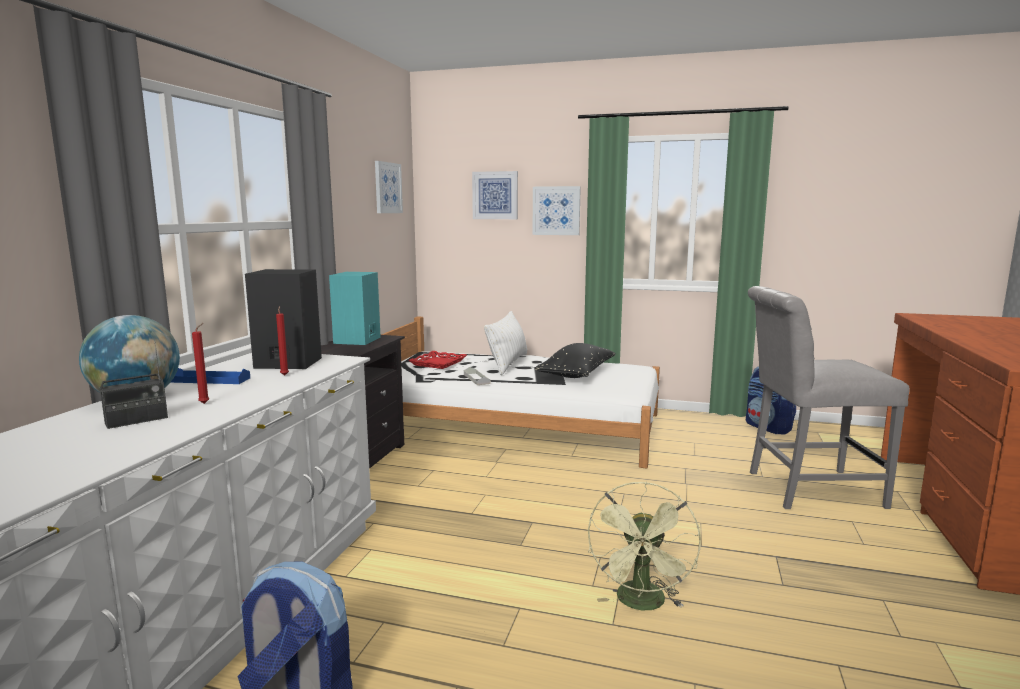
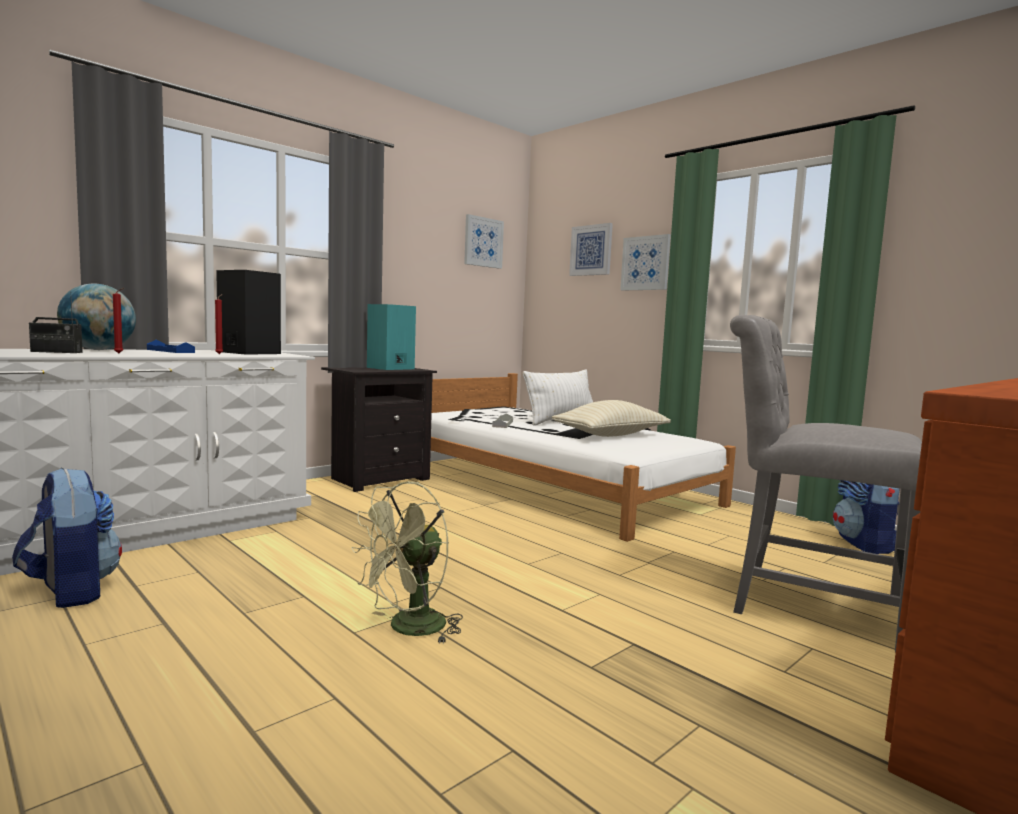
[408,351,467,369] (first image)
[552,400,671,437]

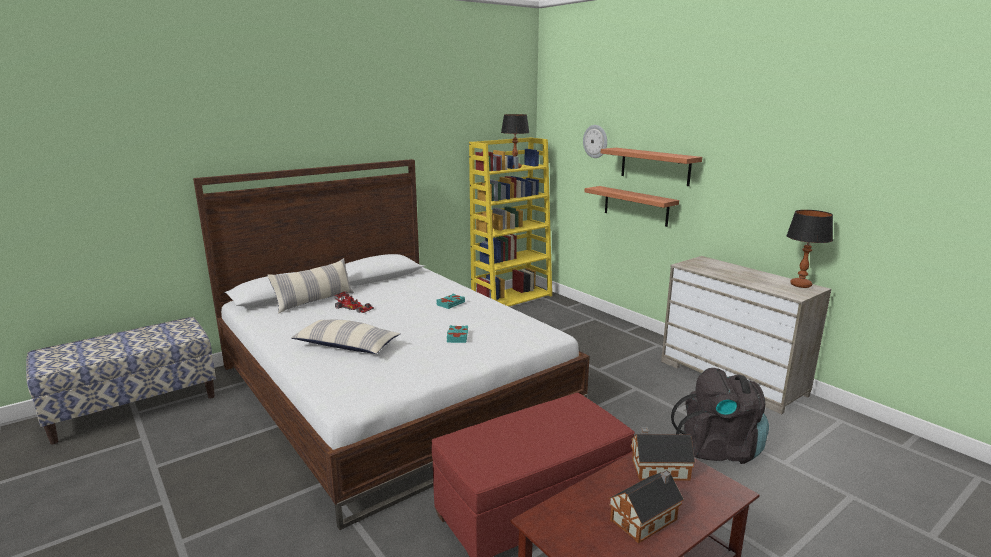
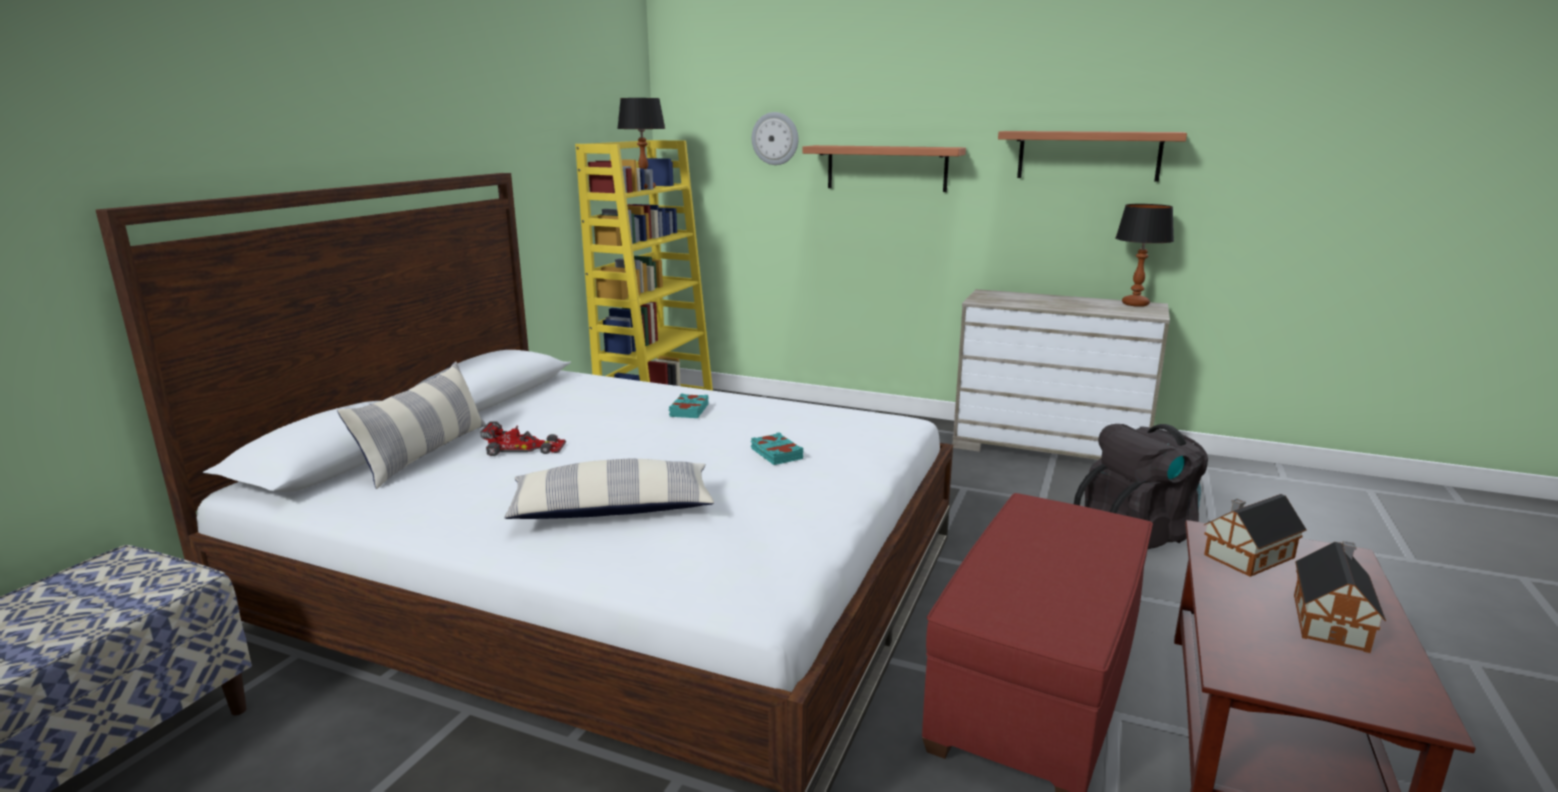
[998,131,1187,182]

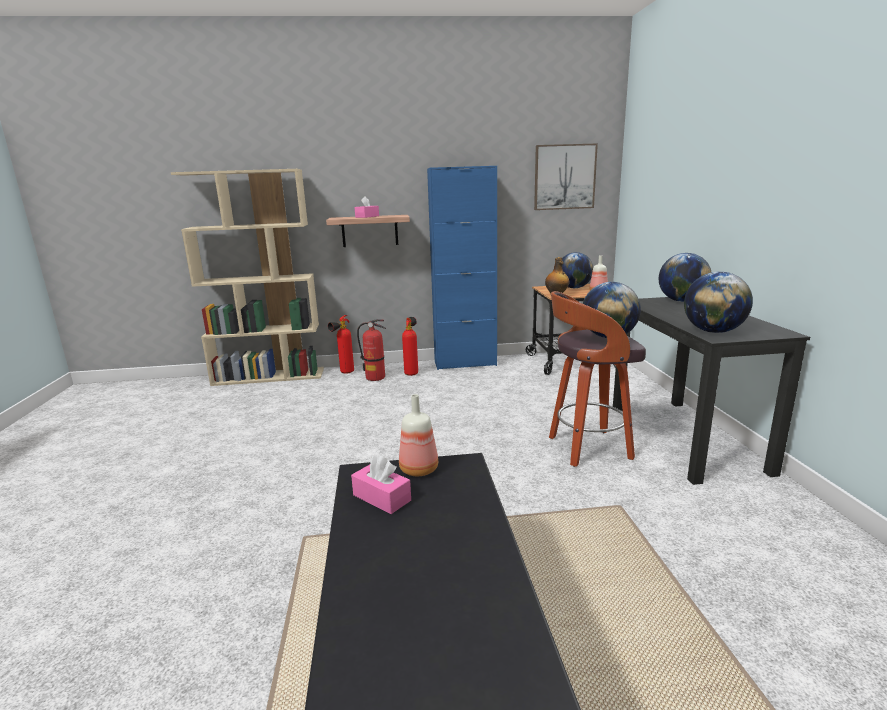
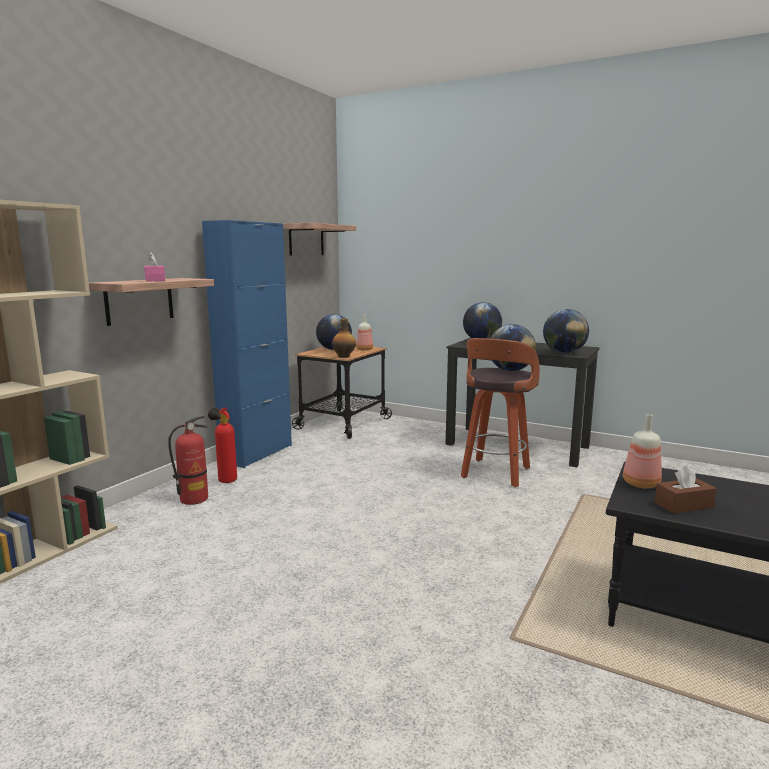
[328,315,354,374] (first image)
[655,465,717,514]
[282,223,356,256]

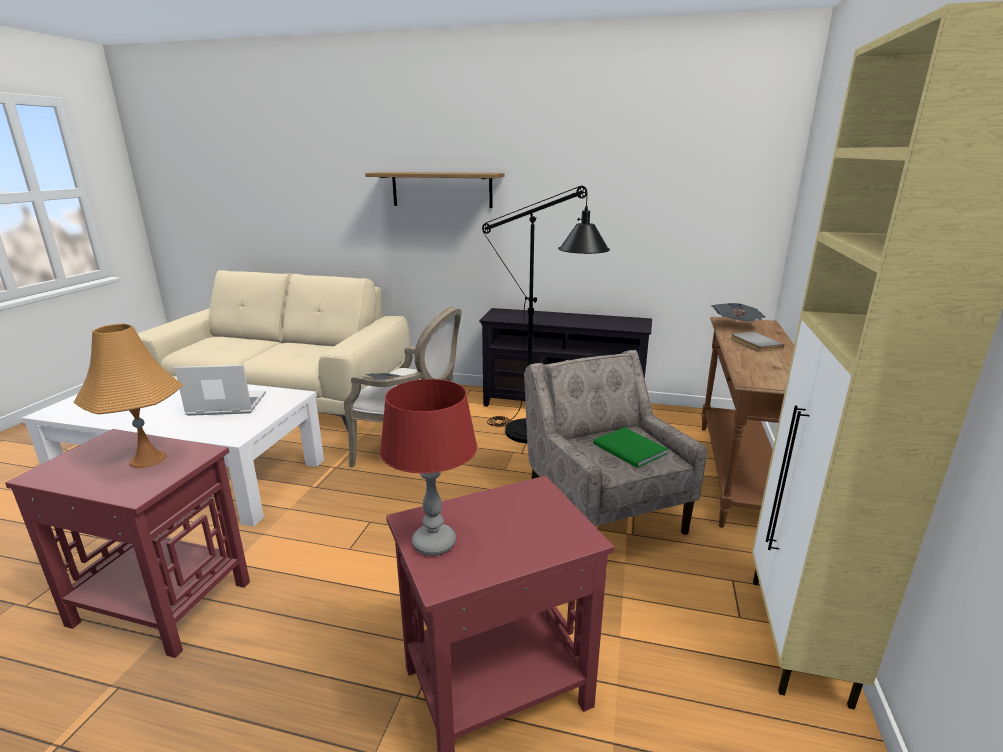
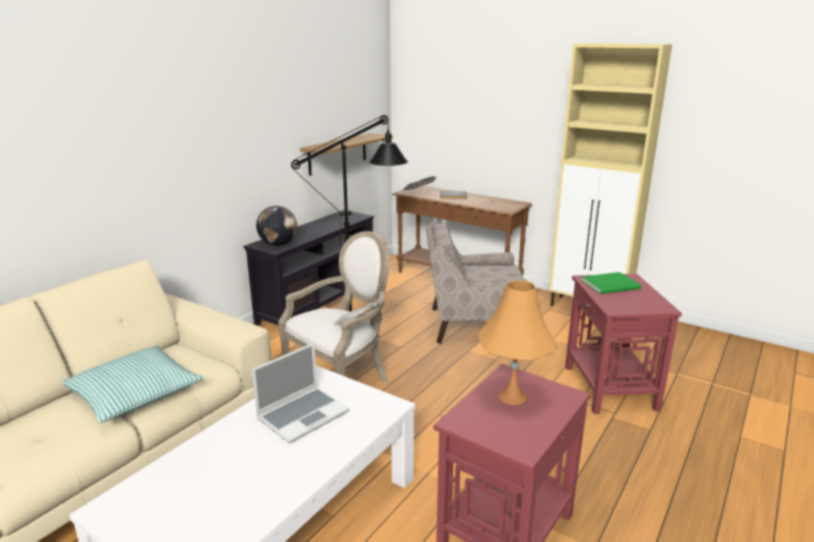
[252,343,349,443]
[300,133,393,175]
[380,379,477,556] (first image)
[582,272,641,294]
[61,346,204,423]
[256,206,297,246]

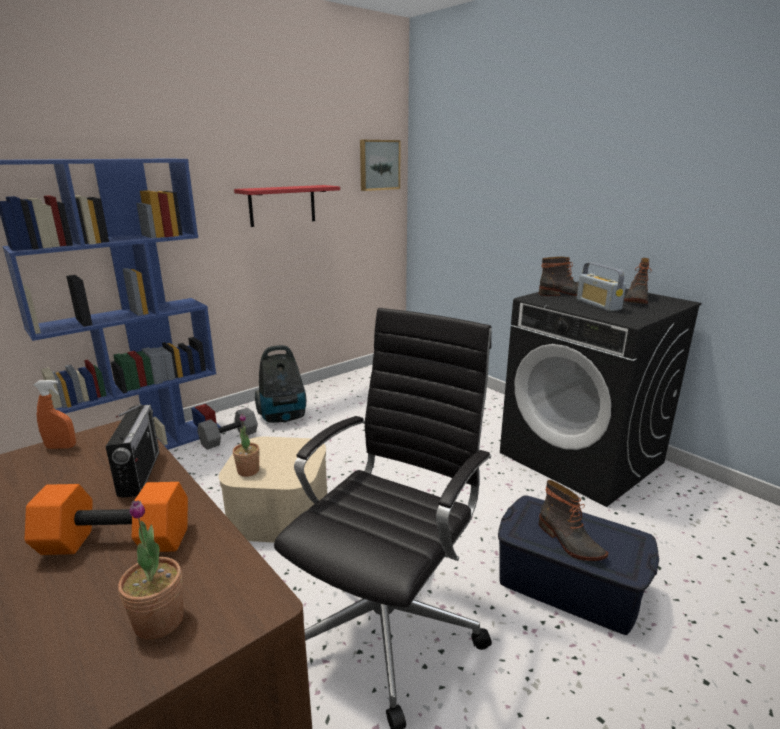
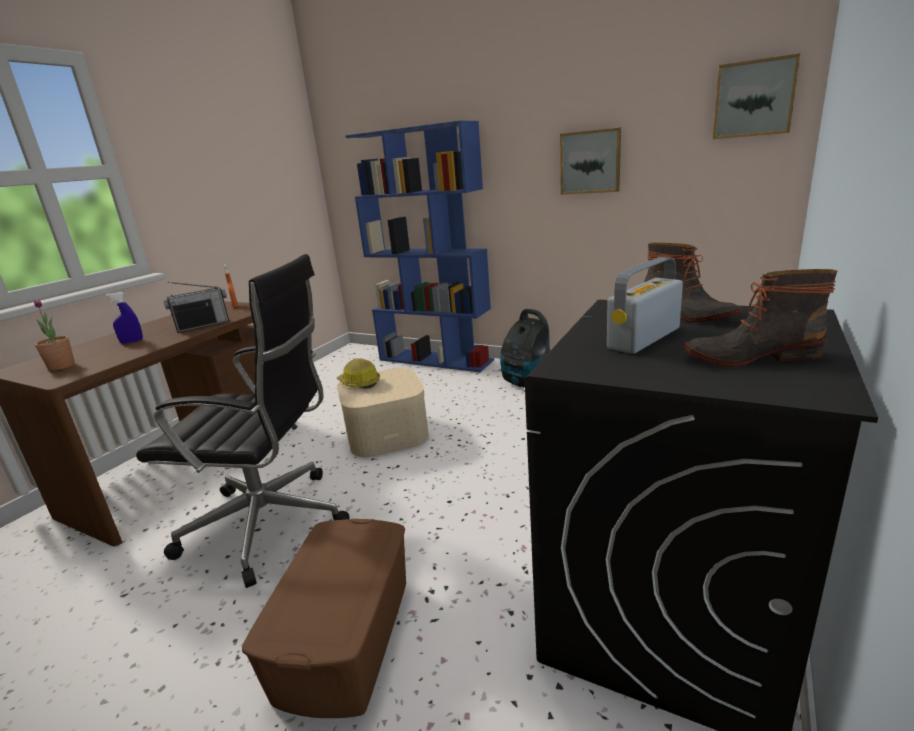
[106,292,143,344]
[197,408,258,450] (first image)
[337,358,380,389]
[560,128,621,195]
[242,519,406,718]
[539,480,608,561] (first image)

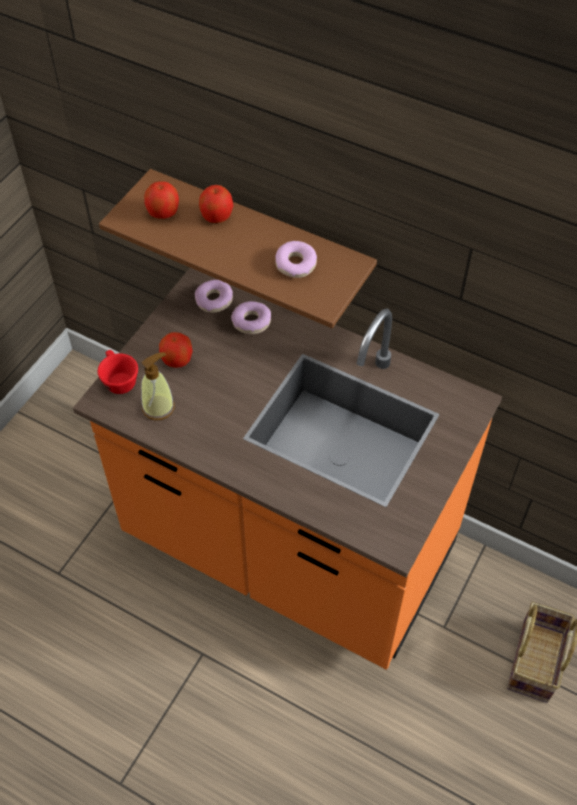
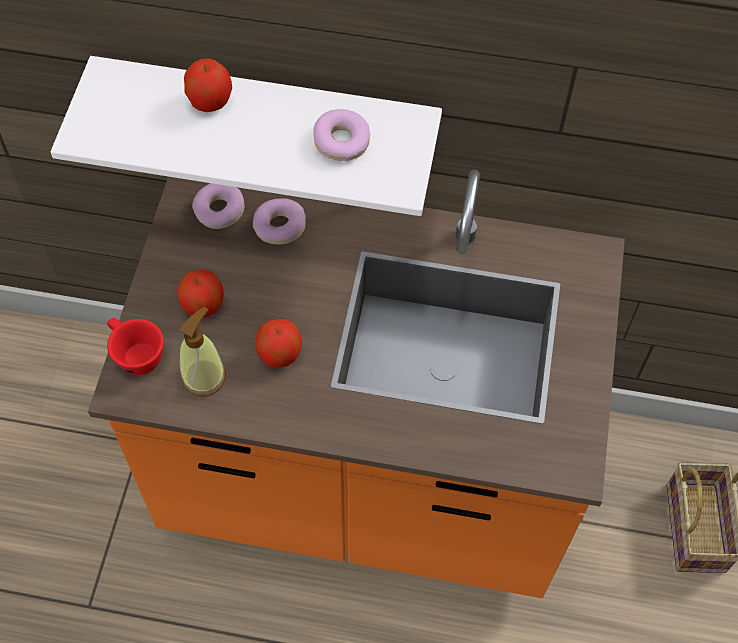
[51,56,442,216]
[255,319,302,368]

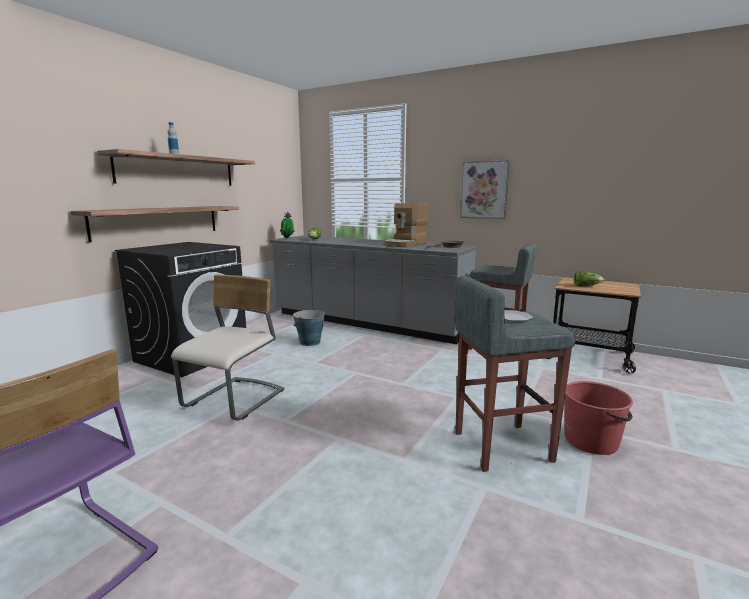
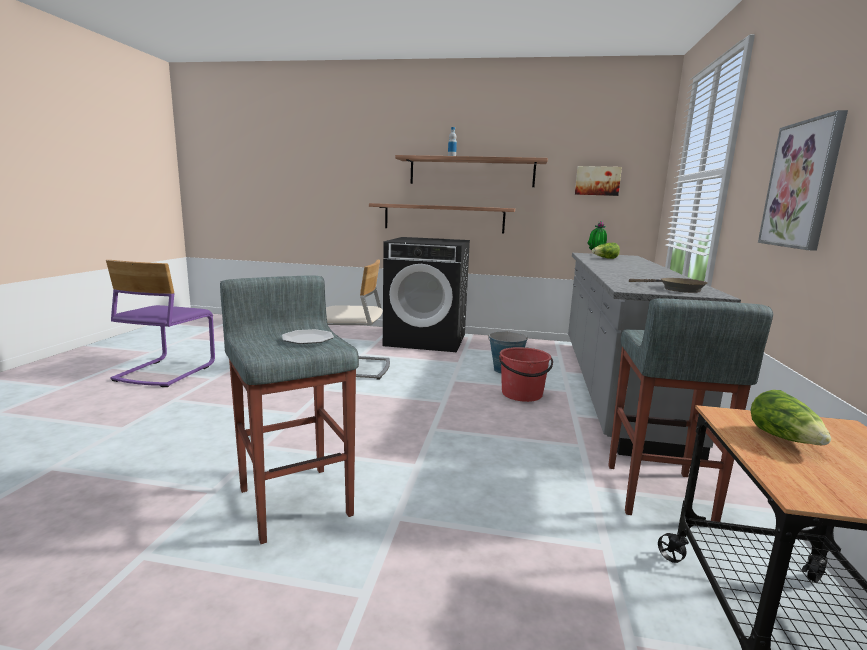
[385,203,428,247] (first image)
[499,347,553,402]
[575,166,622,196]

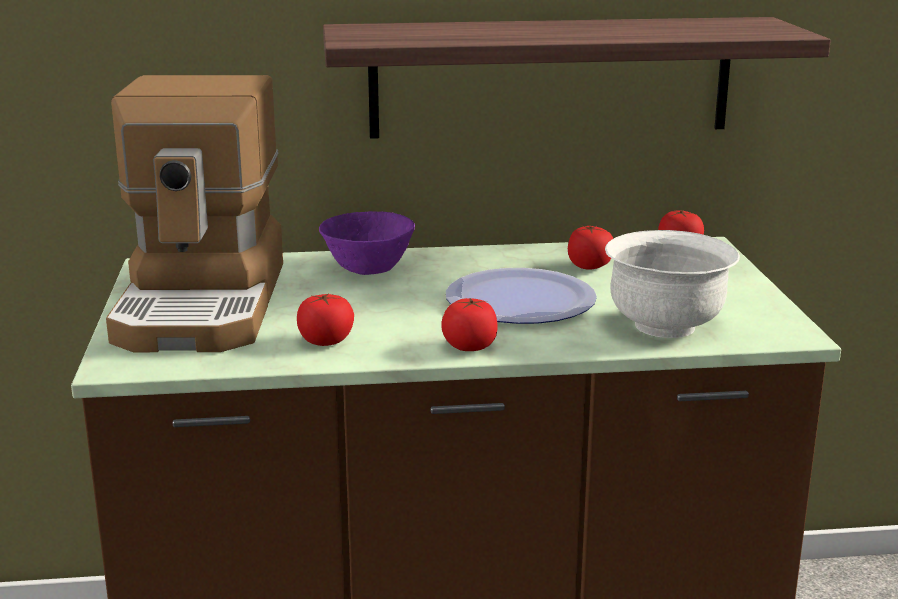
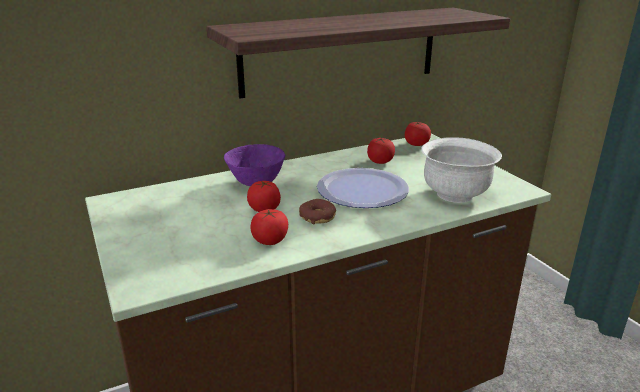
[106,75,283,352] (first image)
[247,181,281,212]
[299,199,336,224]

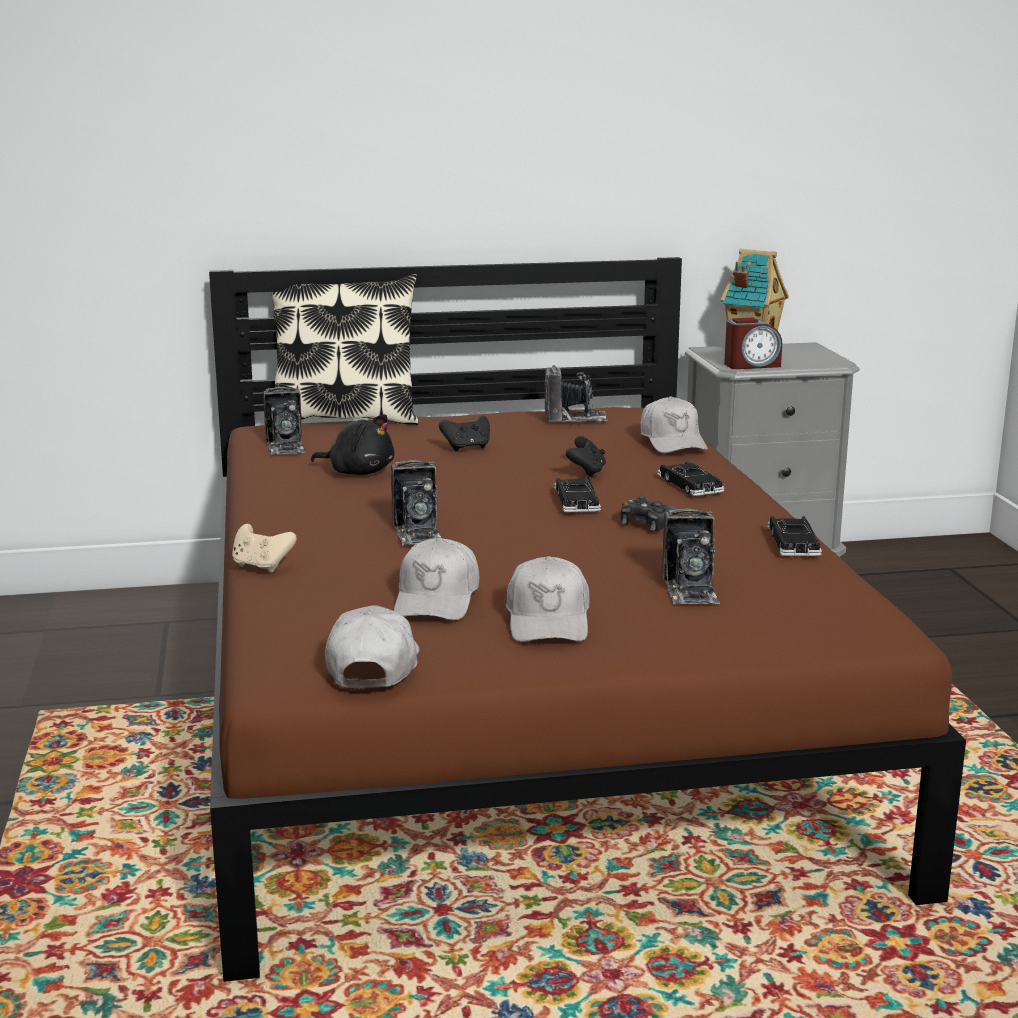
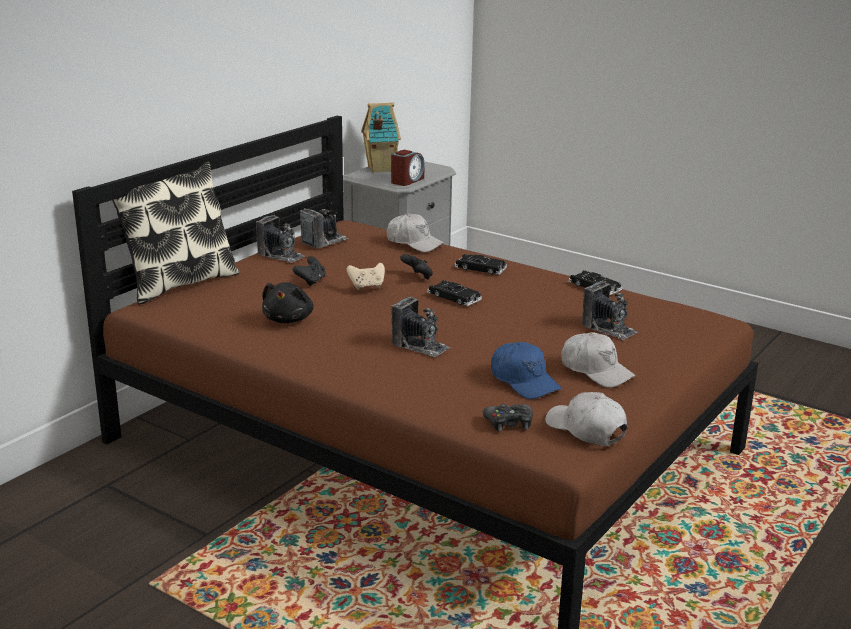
[347,263,385,290]
[256,215,305,263]
[262,282,314,323]
[491,342,562,399]
[483,404,533,432]

